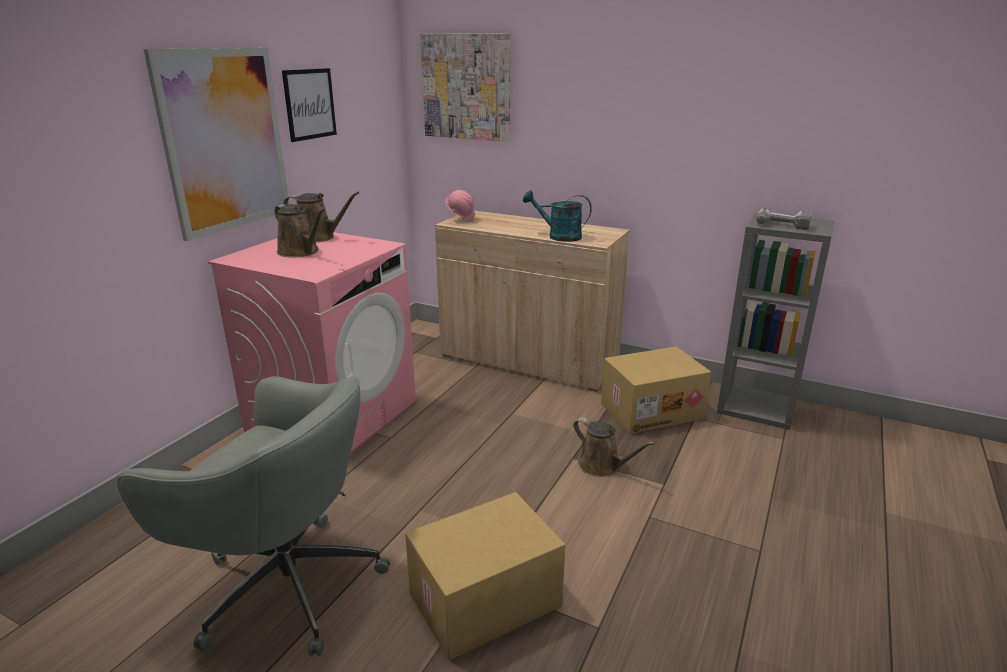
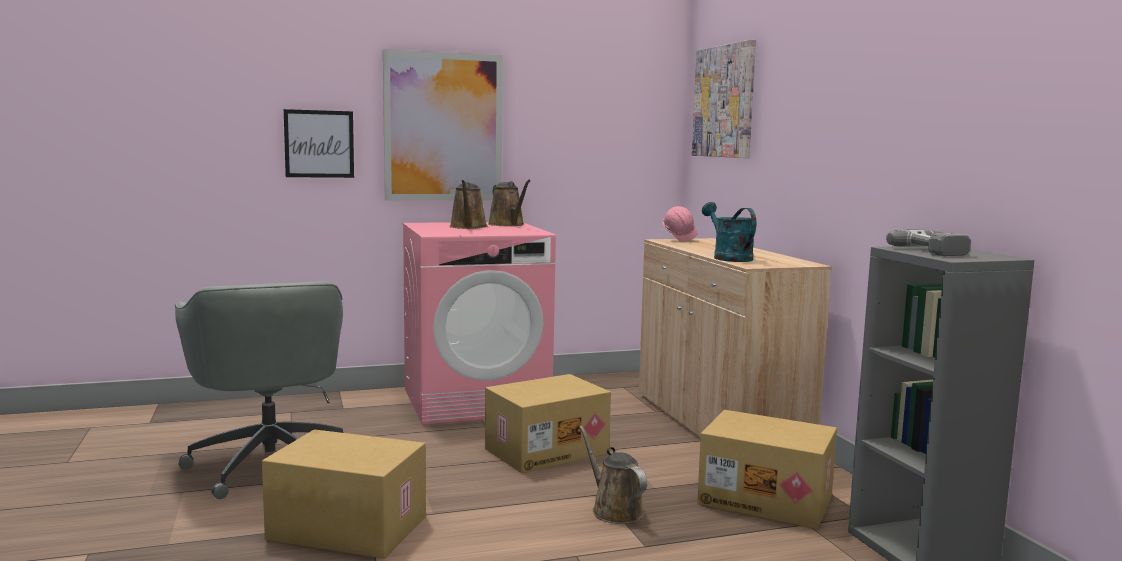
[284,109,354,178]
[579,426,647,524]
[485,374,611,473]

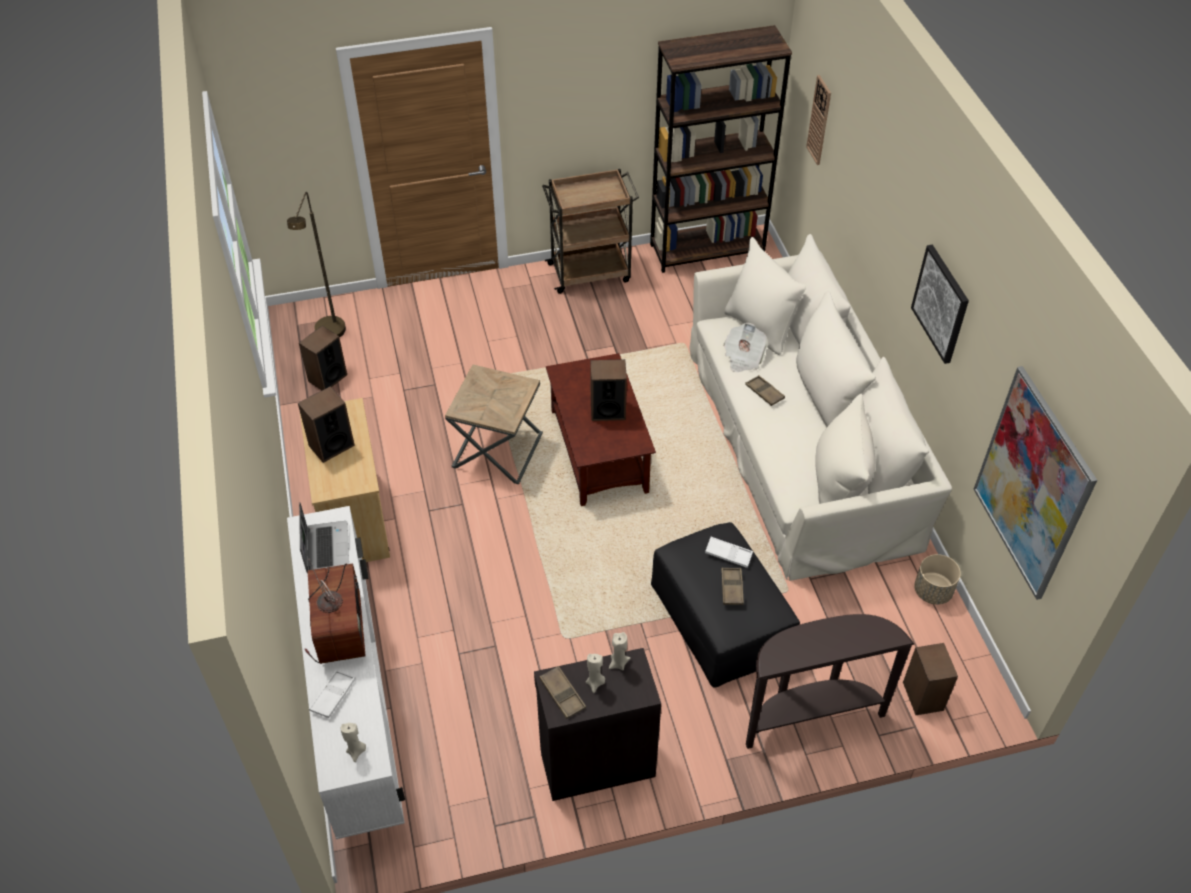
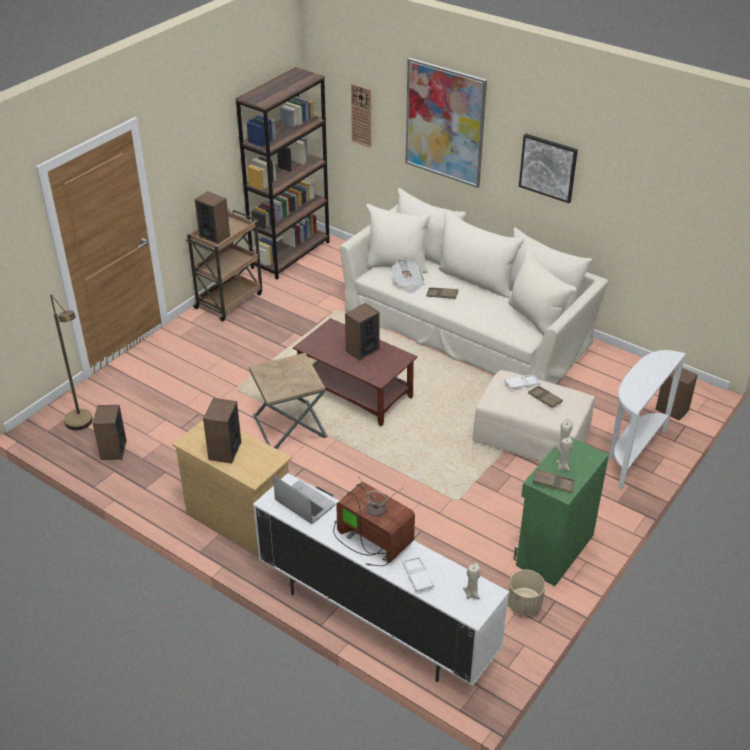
[513,438,609,586]
[472,370,595,462]
[609,350,686,490]
[508,570,545,616]
[406,58,487,188]
[195,191,230,244]

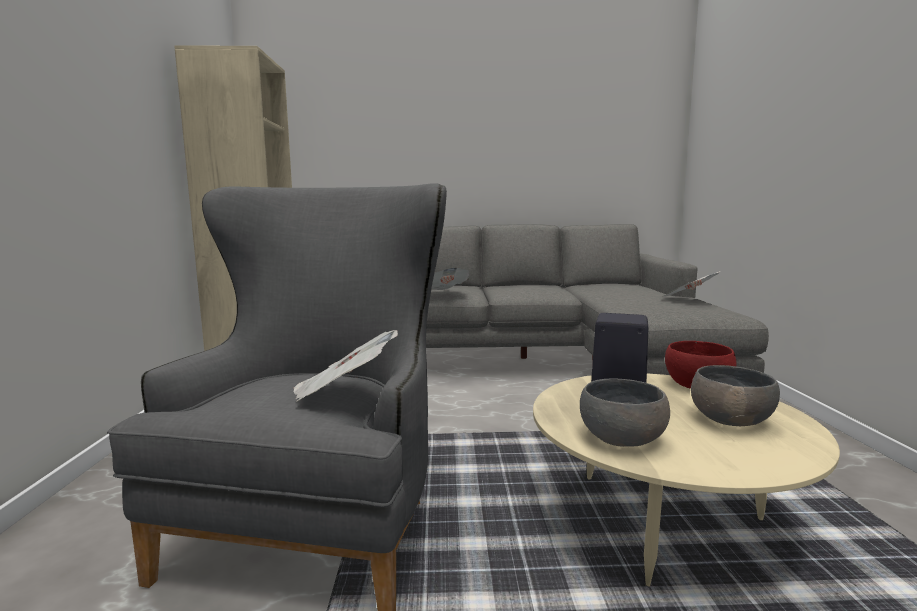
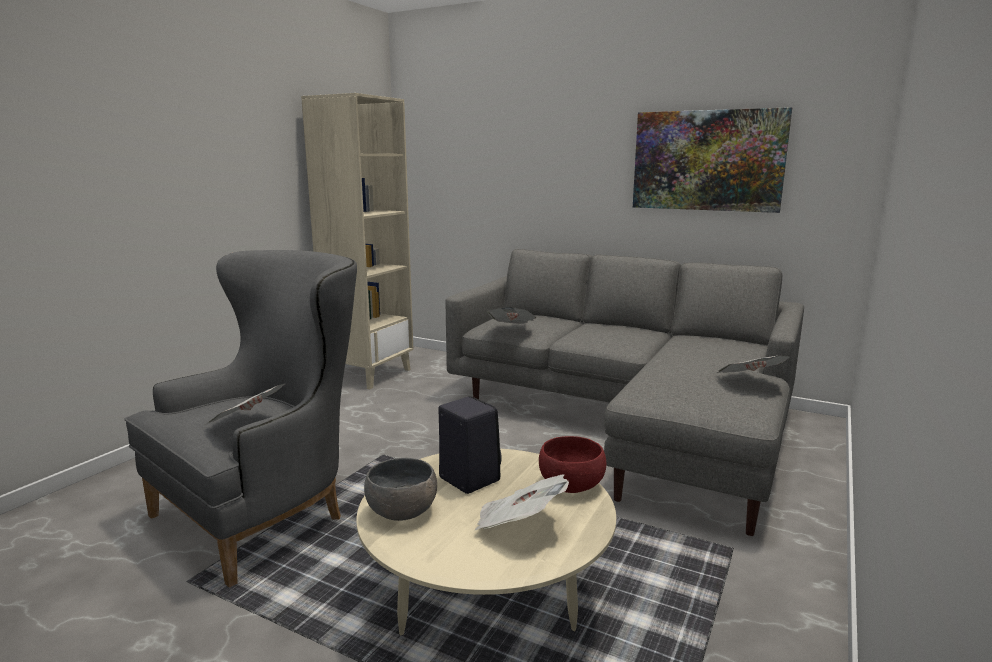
[475,474,569,530]
[633,107,792,213]

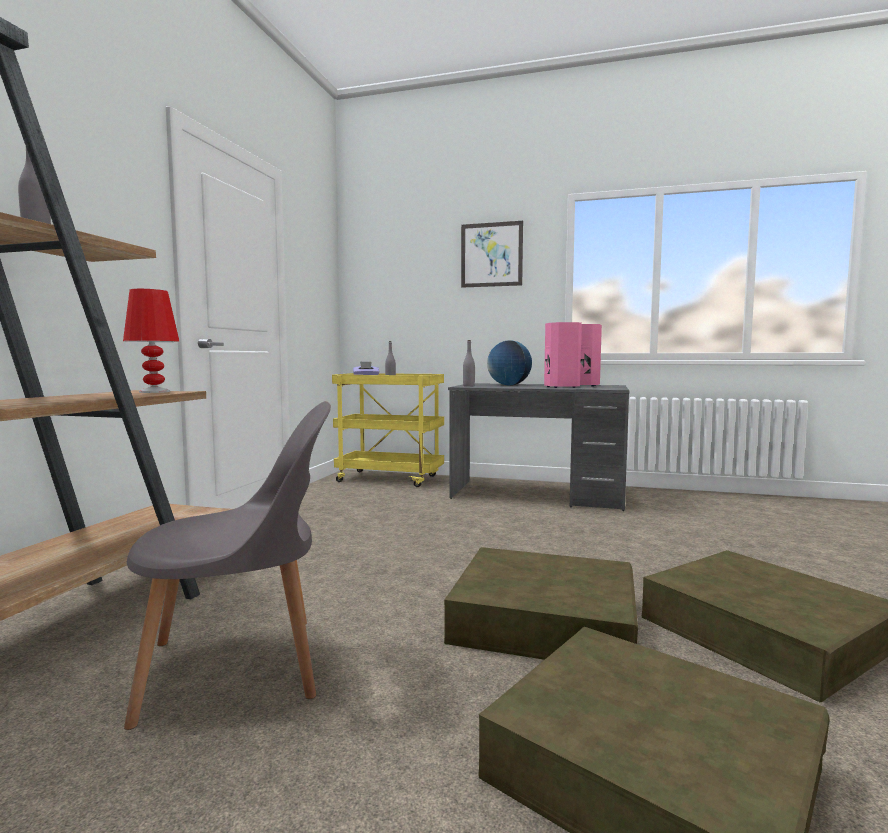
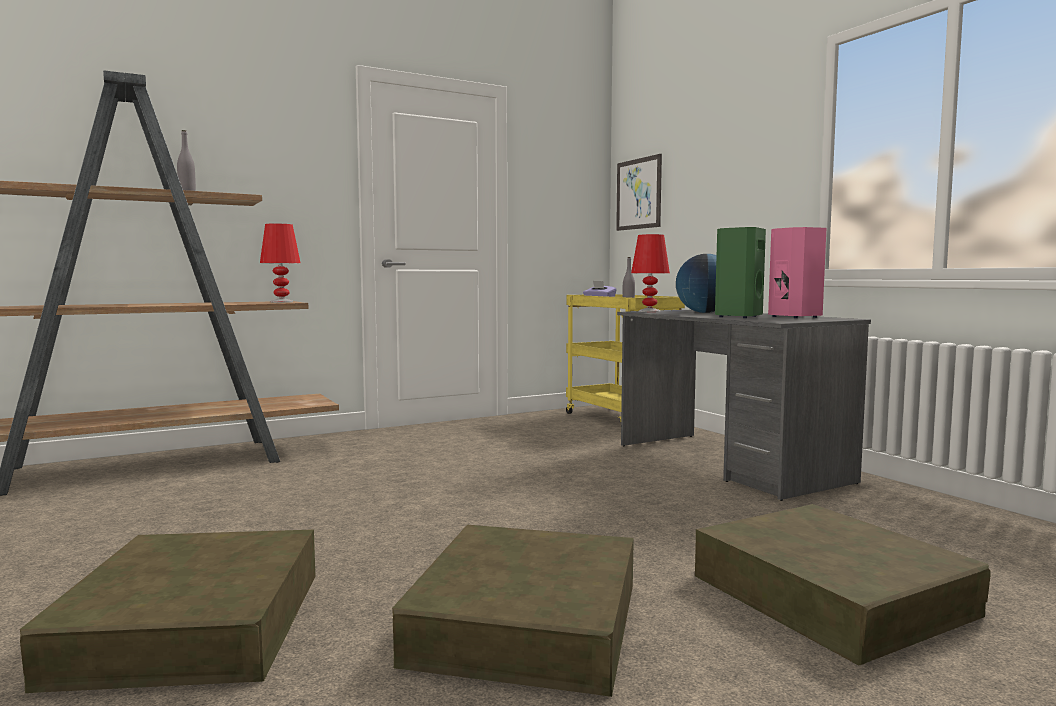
[124,401,331,730] (first image)
[695,504,991,666]
[616,154,662,231]
[631,234,670,312]
[715,227,766,318]

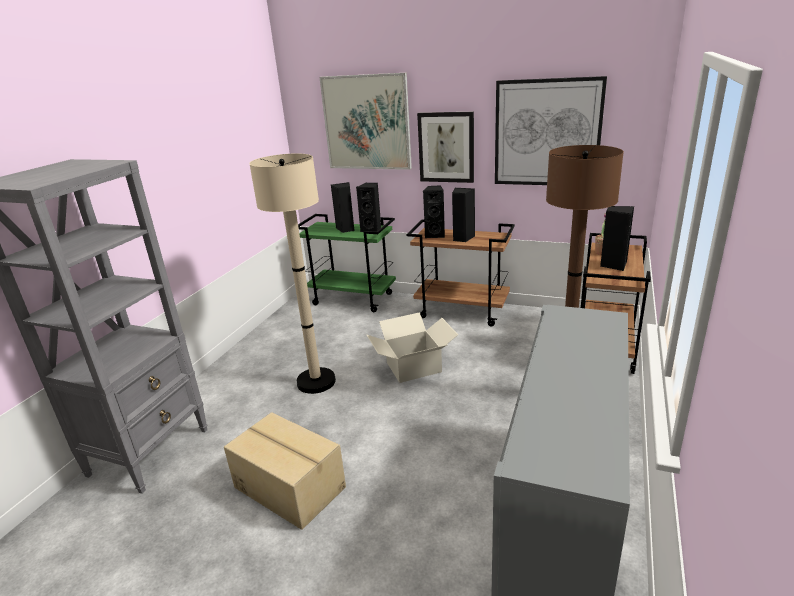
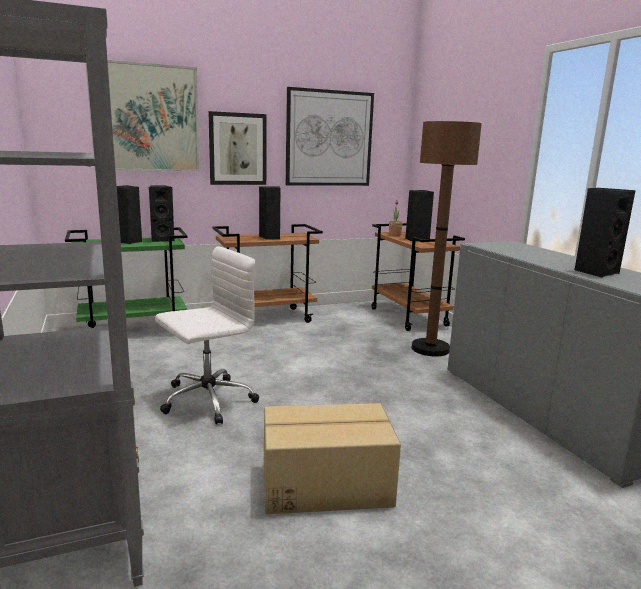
[155,246,259,425]
[367,312,458,383] (first image)
[575,188,636,278]

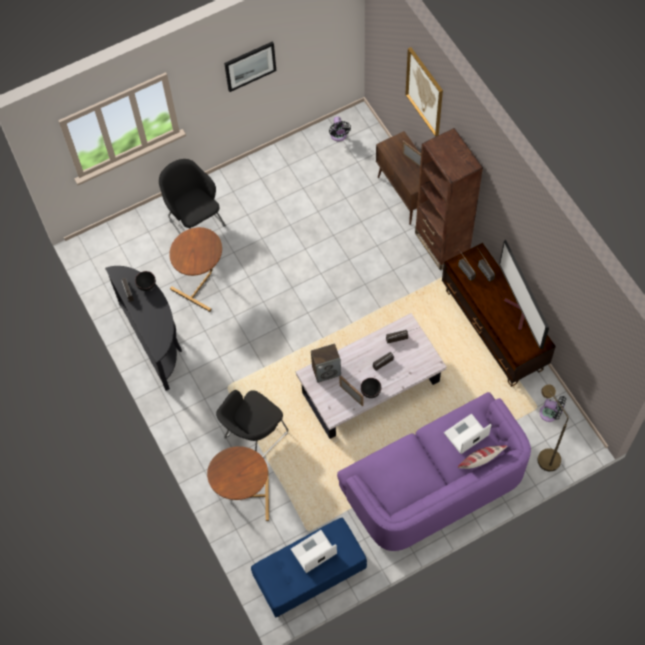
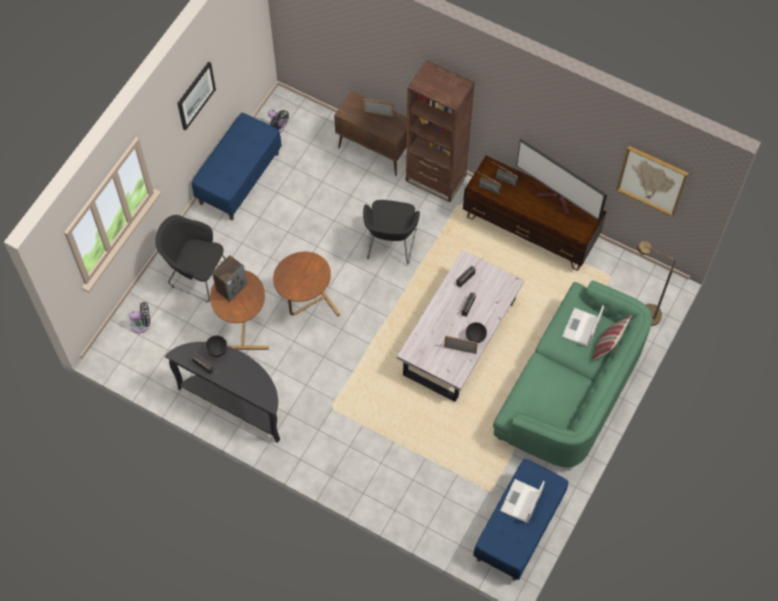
[273,252,340,316]
[363,200,420,265]
[212,255,247,302]
[493,281,652,467]
[616,146,688,217]
[129,302,150,333]
[192,113,282,220]

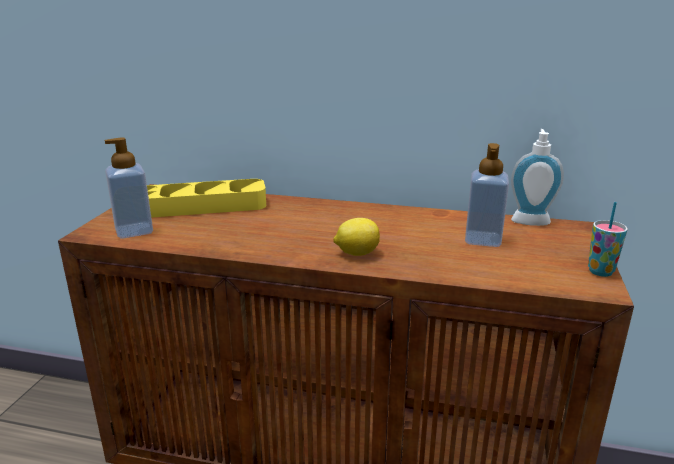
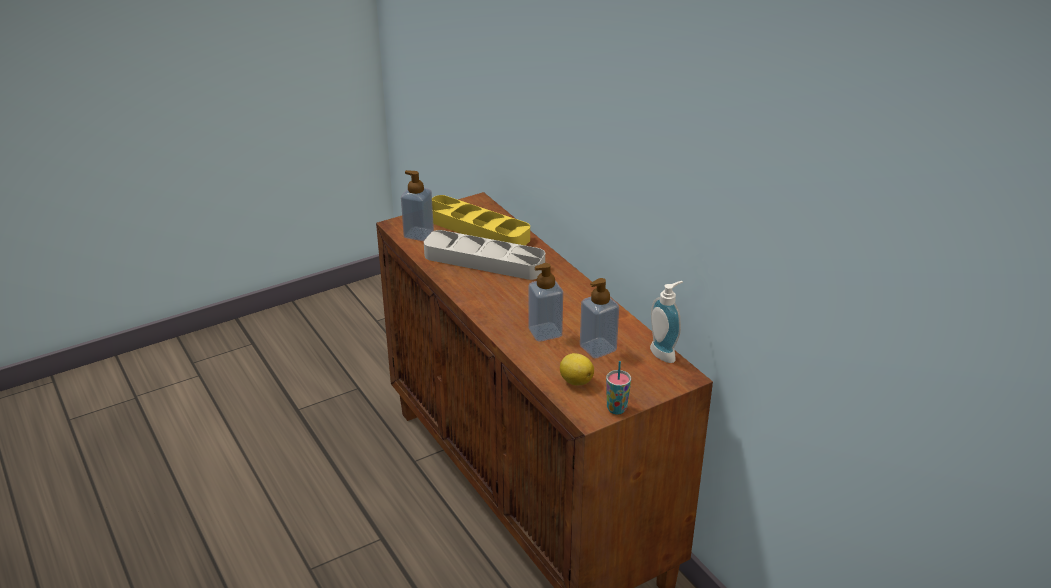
[560,353,594,385]
[424,230,545,280]
[528,263,563,342]

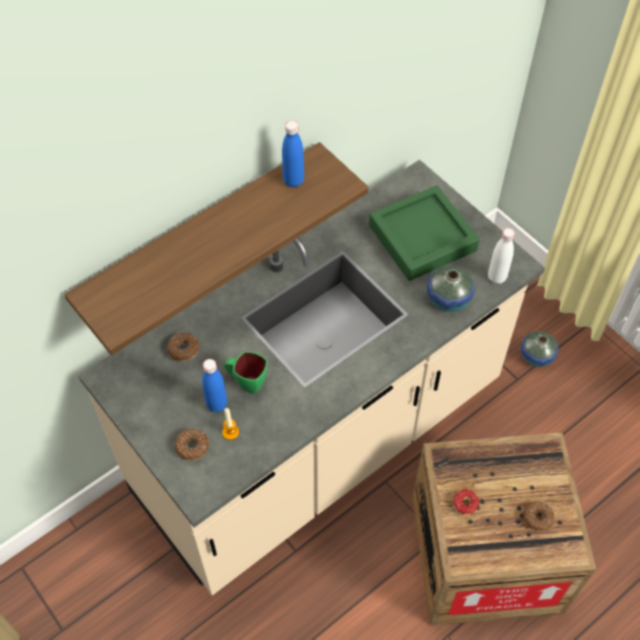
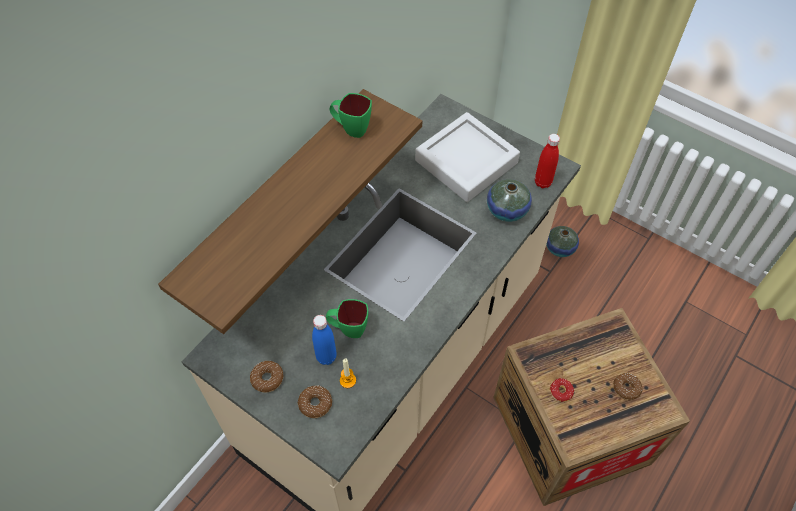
[250,361,284,393]
[330,93,372,138]
[415,112,520,202]
[535,134,560,188]

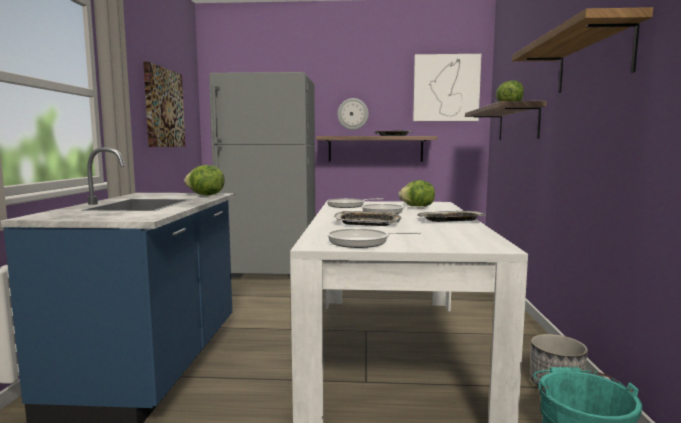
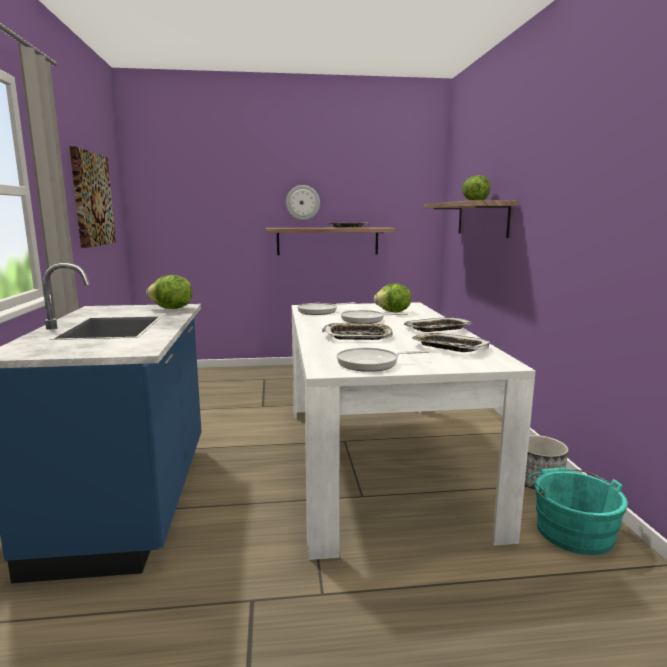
[209,72,315,278] (first image)
[413,54,482,121] (first image)
[512,7,653,93] (first image)
[412,333,490,352]

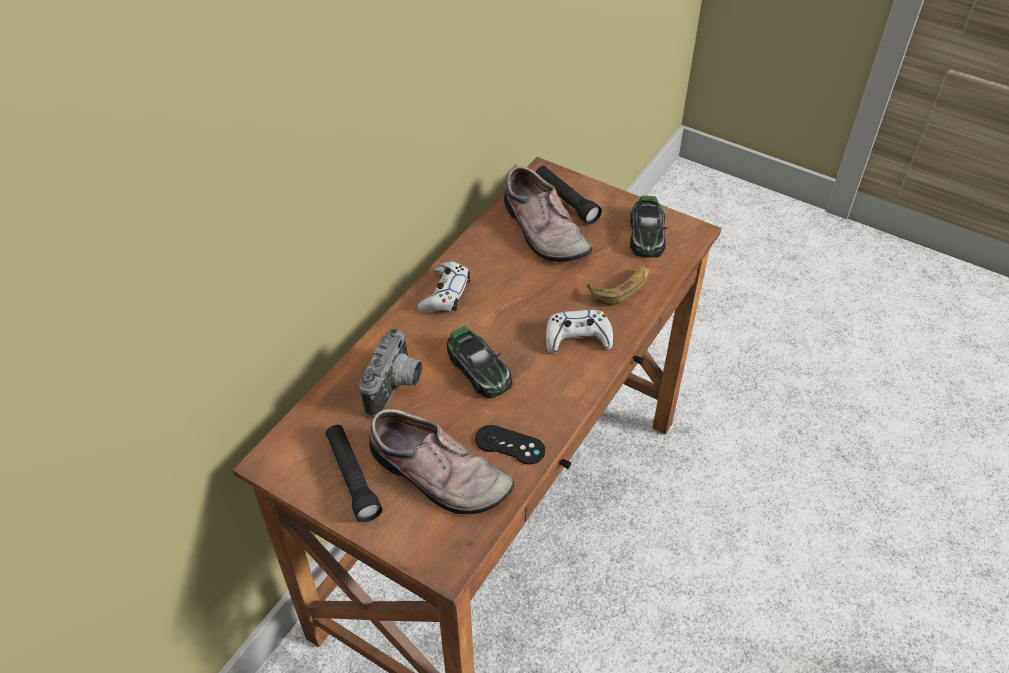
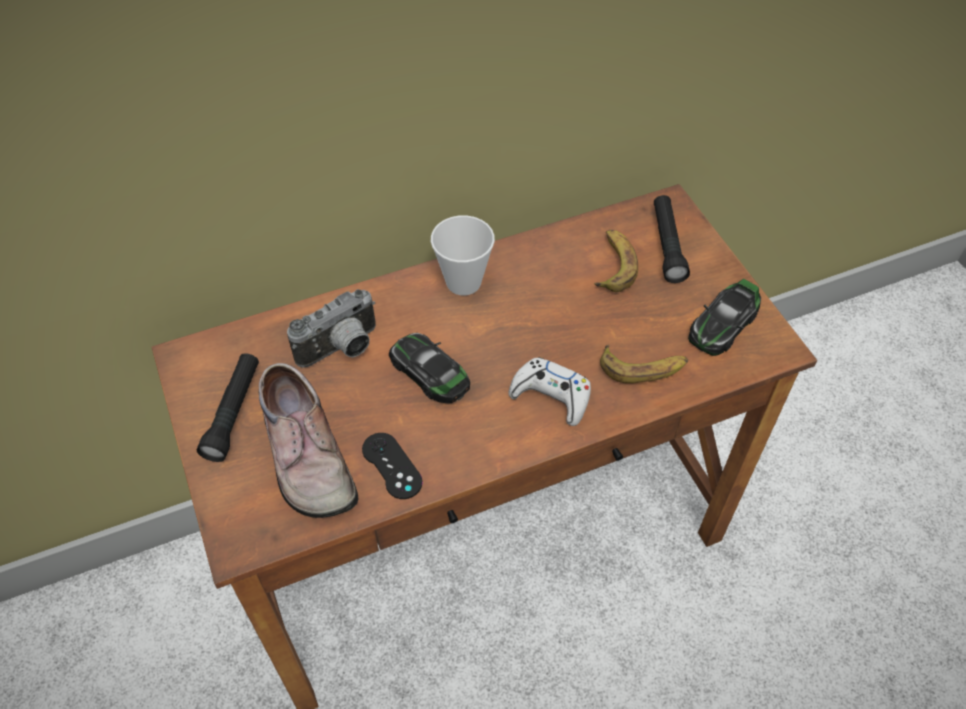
[431,215,495,295]
[389,333,470,403]
[594,230,638,292]

